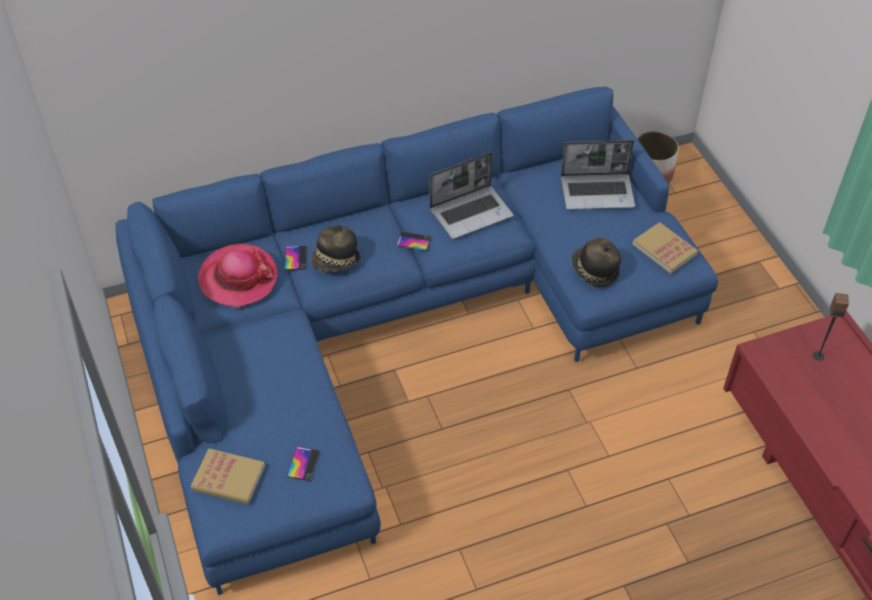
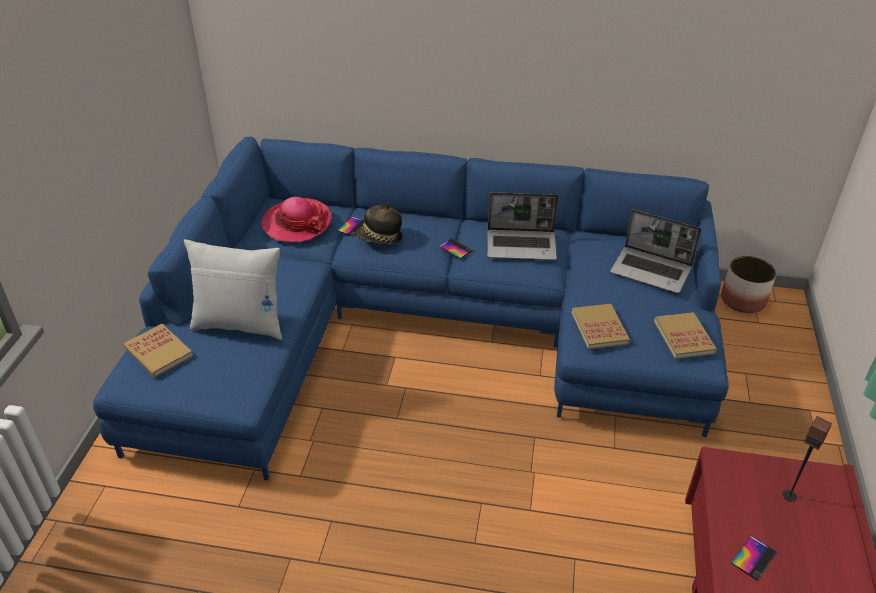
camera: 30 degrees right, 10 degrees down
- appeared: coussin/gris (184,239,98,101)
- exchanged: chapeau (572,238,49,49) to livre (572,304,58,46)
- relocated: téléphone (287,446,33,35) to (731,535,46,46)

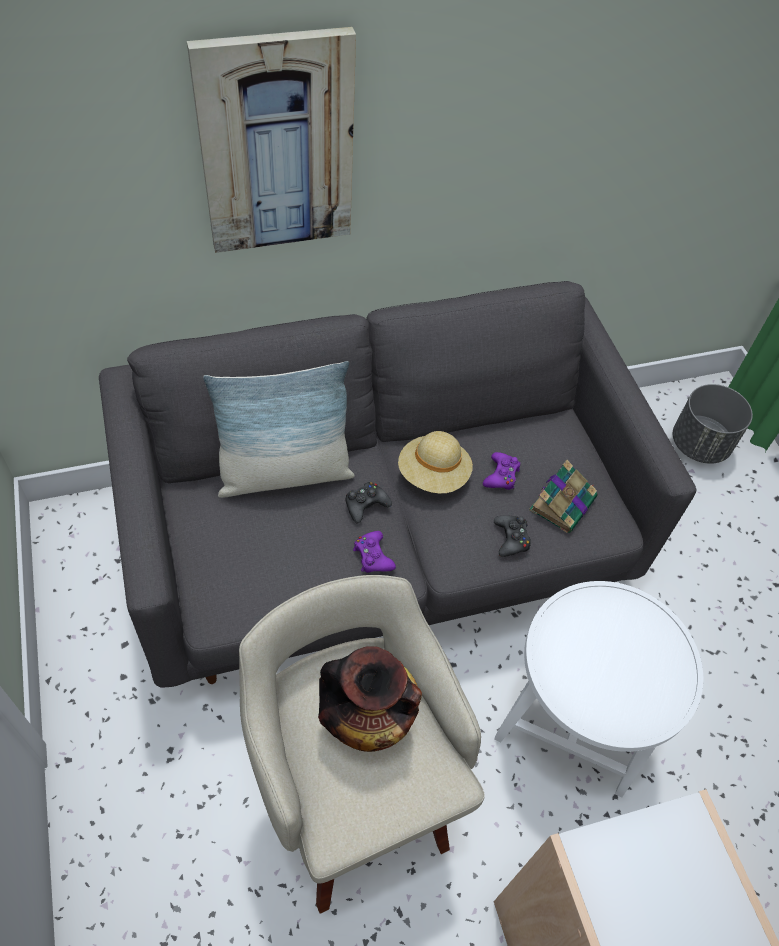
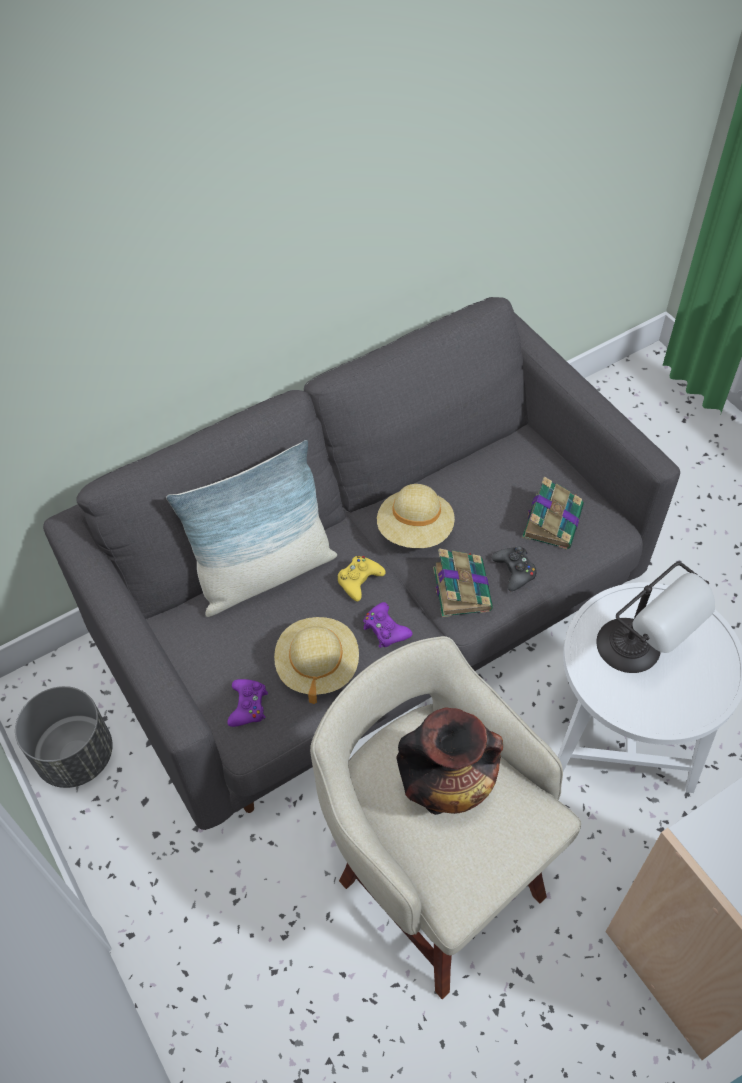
camera: 10 degrees left, 0 degrees up
- relocated: cache-pot/gris (673,384,80,80) to (15,686,98,102)
- relocated: manette/violet (483,452,37,38) to (228,679,40,48)
- appeared: chapeau/beige (274,617,85,87)
- colour: manette/noir (345,482,47,41) to manette/jaune (337,556,49,46)
- appeared: livre (433,548,60,69)
- appeared: lampe de table (596,562,119,111)
- missing: tableau (187,27,169,226)

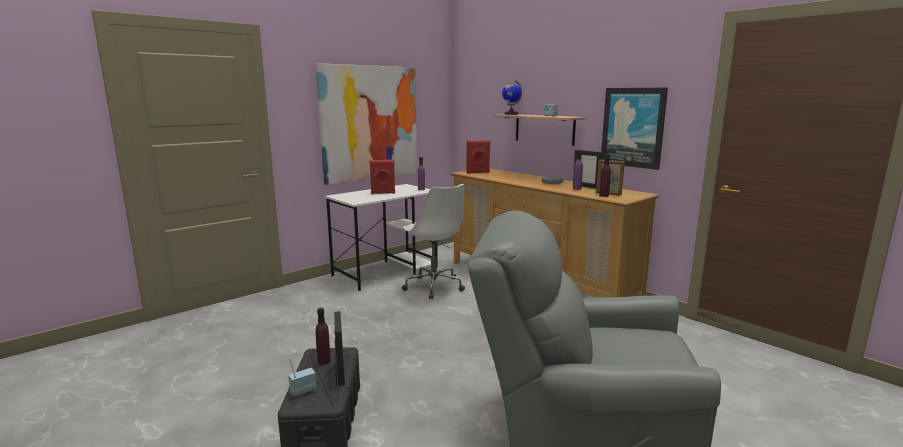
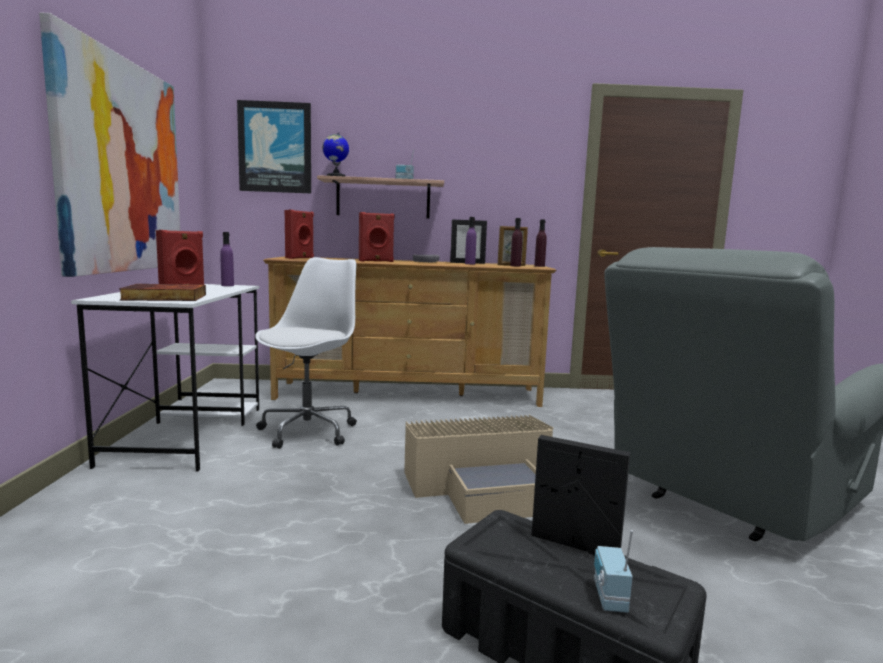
camera: 50 degrees left, 5 degrees down
- appeared: livre (119,284,87,17)
- relocated: tableau (601,88,67,82) to (237,100,74,93)
- spun: chaise de bureau/blanc (402,184,63,115) = (255,257,102,192) 75 degrees counterclockwise
- appeared: enceinte/rouge (359,212,36,50)
- appeared: boîte de rangement/beige (404,415,149,109)
- relocated: bouteille/violet (316,308,15,57) to (534,219,13,48)

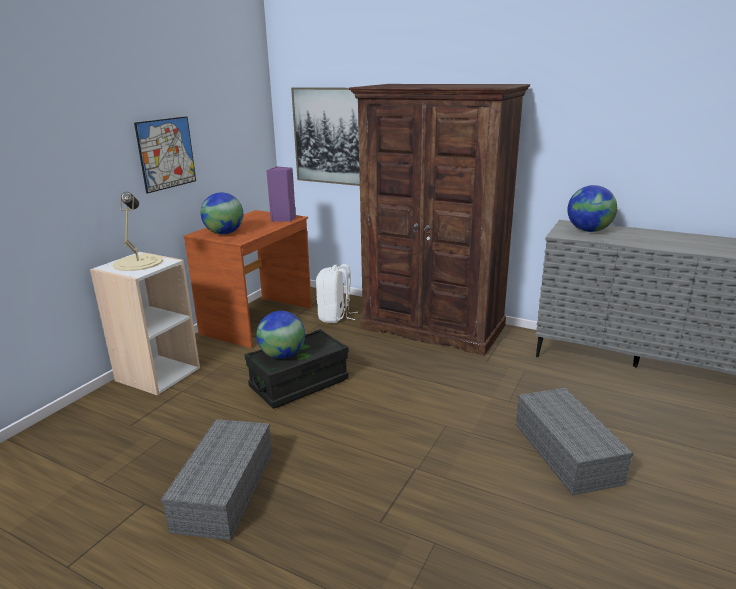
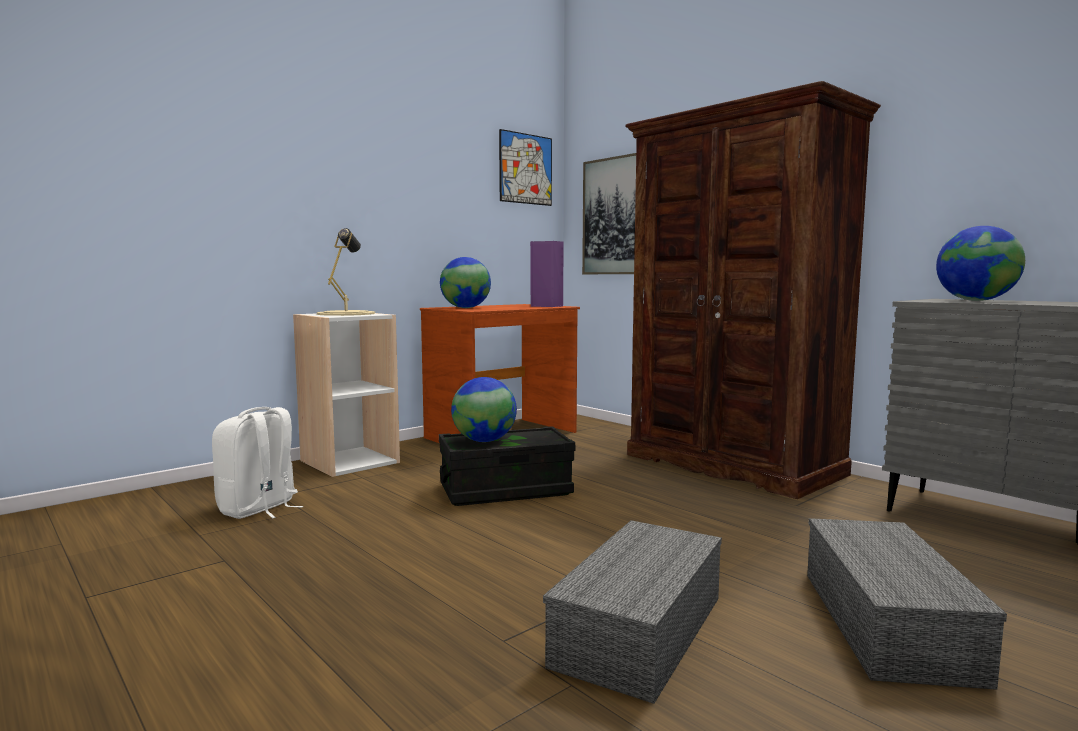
camera: 20 degrees right, 15 degrees down
- relocated: sac à dos/blanc (316,264,42,59) to (212,407,91,112)
- relocated: tableau (134,116,62,78) to (499,129,53,77)
- relocated: boîte de rangement/gris (161,419,111,121) to (543,520,179,184)

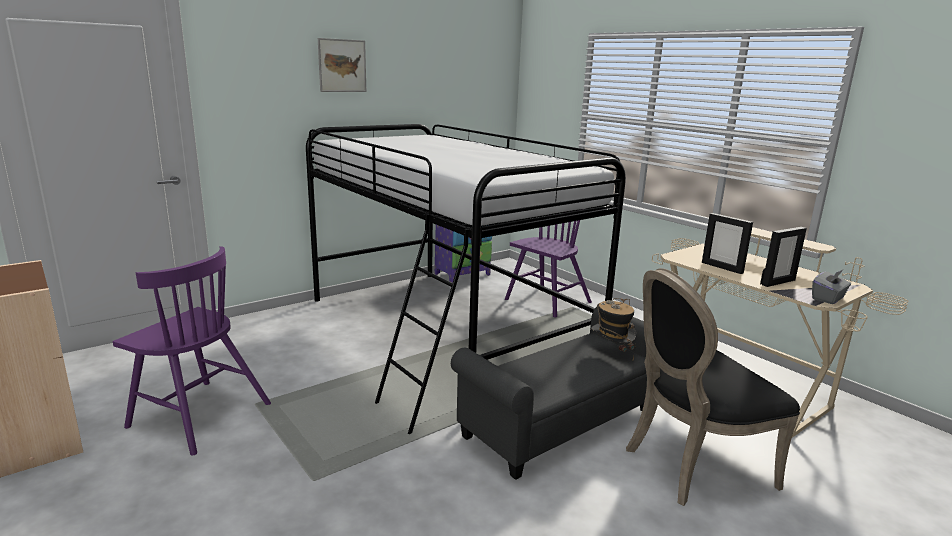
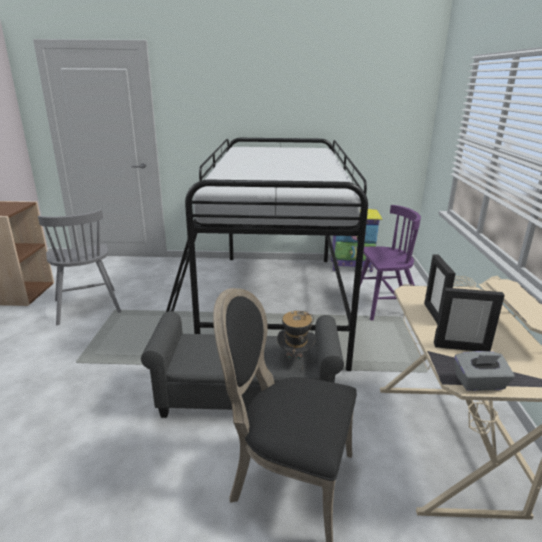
camera: 40 degrees right, 5 degrees up
- colour: chaise/violet (113,246,158,209) to chaise/gris (38,209,83,117)
- missing: tableau (318,38,49,54)

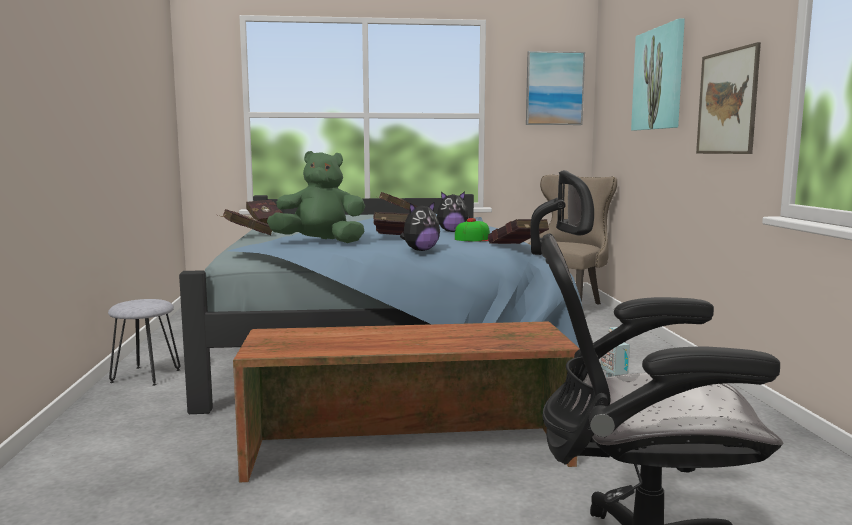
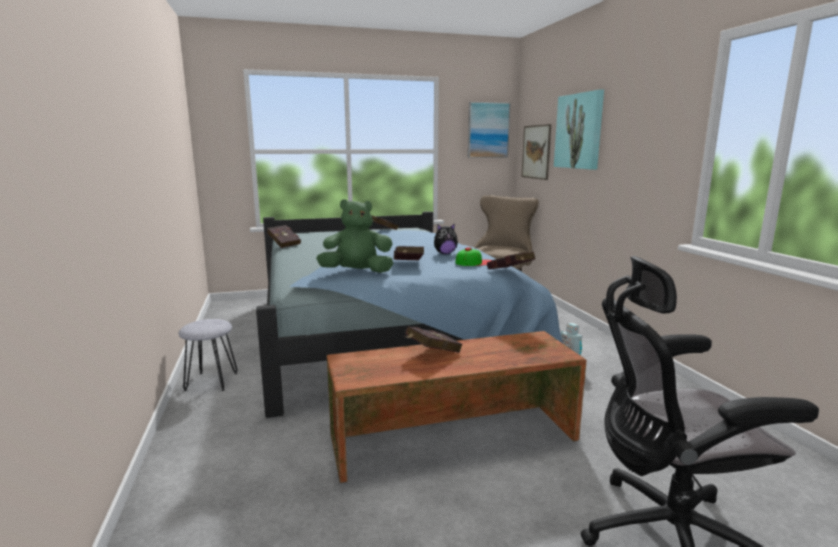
camera: 10 degrees left, 5 degrees up
- relocated: livre/rouge (218,209,54,26) to (405,326,58,27)
- relocated: tableau (696,42,65,112) to (521,124,30,56)
- missing: peluche (400,201,40,50)

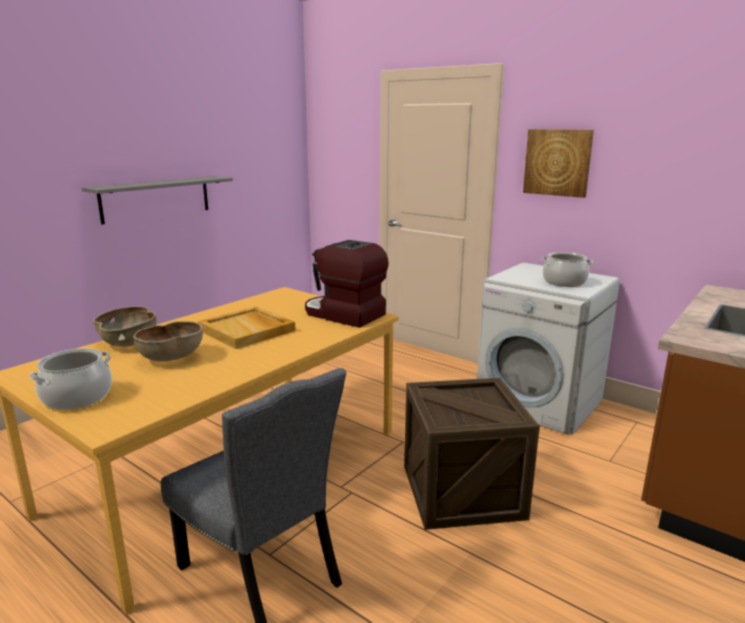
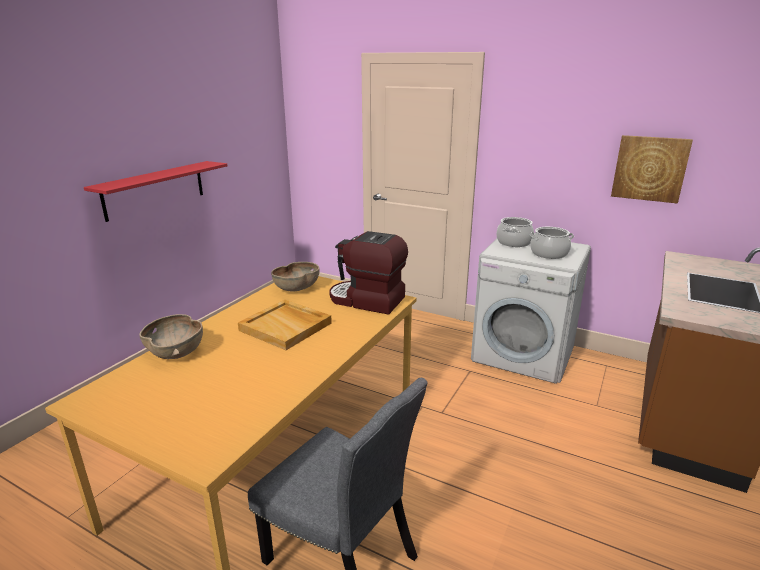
camera: 10 degrees left, 5 degrees up
- colour: étagère/gris (81,176,152,49) to étagère/rouge (84,161,144,61)
- relocated: bol/marron (133,321,70,41) to (271,262,49,30)
- relocated: marmite (29,348,83,62) to (496,217,38,30)
- relocated: tableau (523,129,71,69) to (611,135,82,69)
- missing: caisse (404,378,136,152)

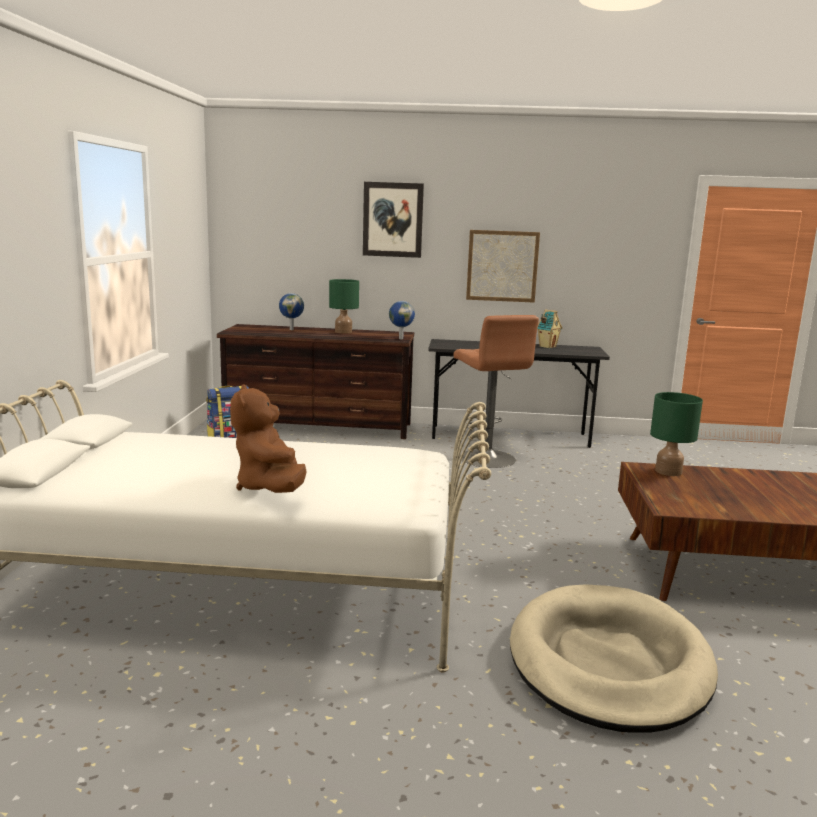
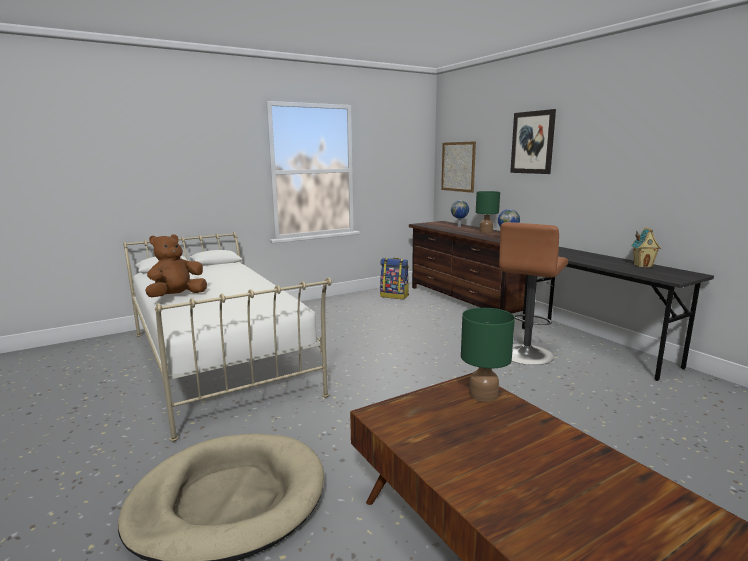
camera: 55 degrees right, 0 degrees up
- relocated: tableau (466,229,74,74) to (441,141,35,52)

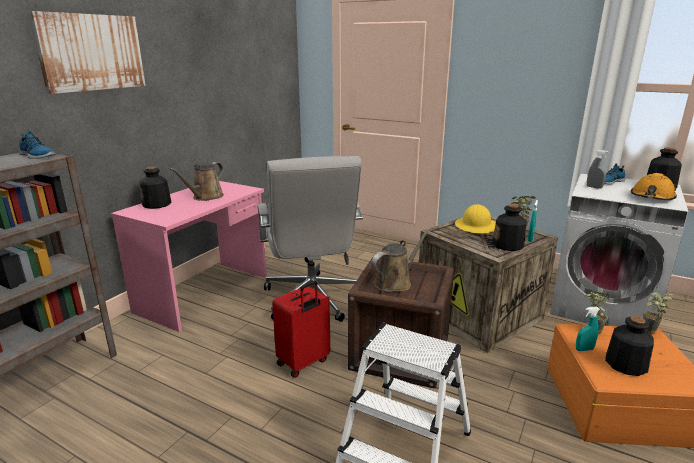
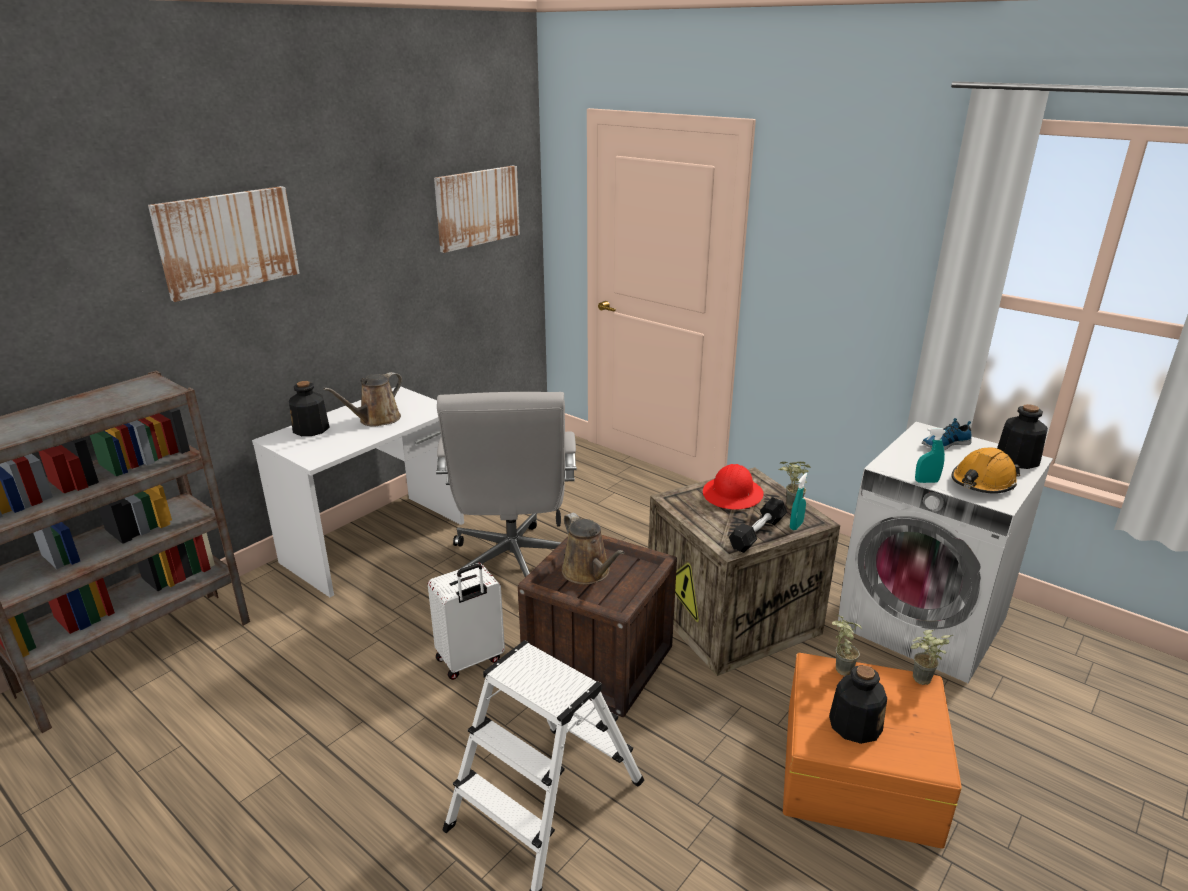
camera: 10 degrees right, 5 degrees up
- colour: bureau/rose (111,181,156,151) to bureau/blanc (252,386,212,211)
- colour: valise/rouge (272,281,58,97) to valise/blanc (428,563,77,117)
- appeared: tableau (434,166,86,87)
- spun: arrosoir/marron (371,228,60,64) = (562,513,63,72) 90 degrees clockwise
- colour: casque de chantier/jaune (455,204,41,30) to casque de chantier/rouge (703,464,61,46)
- exchanged: bouteille (492,204,35,47) to haltère/noir (729,497,58,56)
- relocated: vaporisateur/turquoise (576,307,24,44) to (915,428,31,55)
- missing: chaussure (19,130,37,29)
- missing: vaporisateur/gris (587,150,22,39)

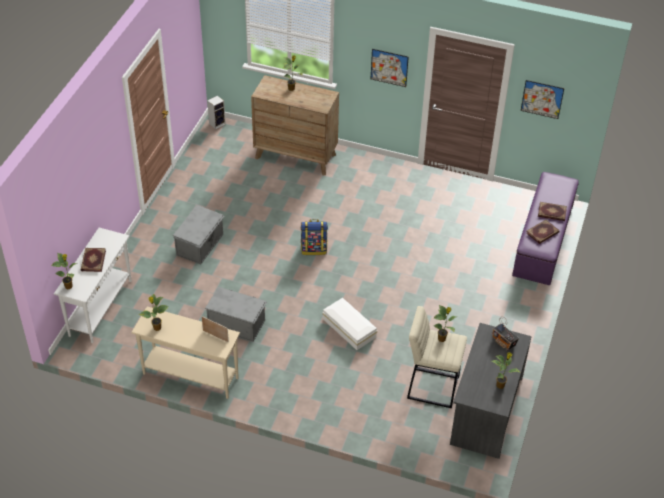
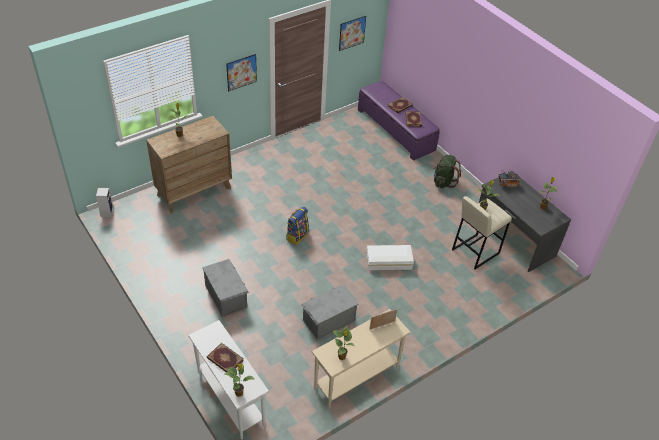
camera: 55 degrees left, 0 degrees up
- appeared: sac à dos/vert (433,155,28,33)

